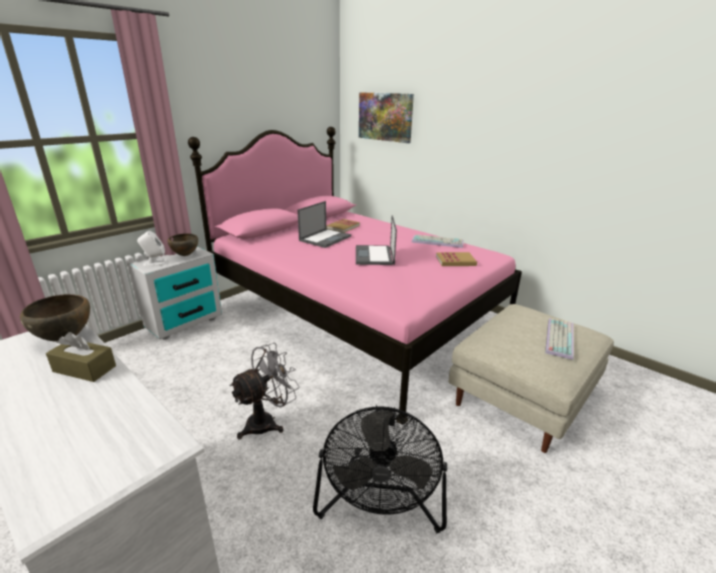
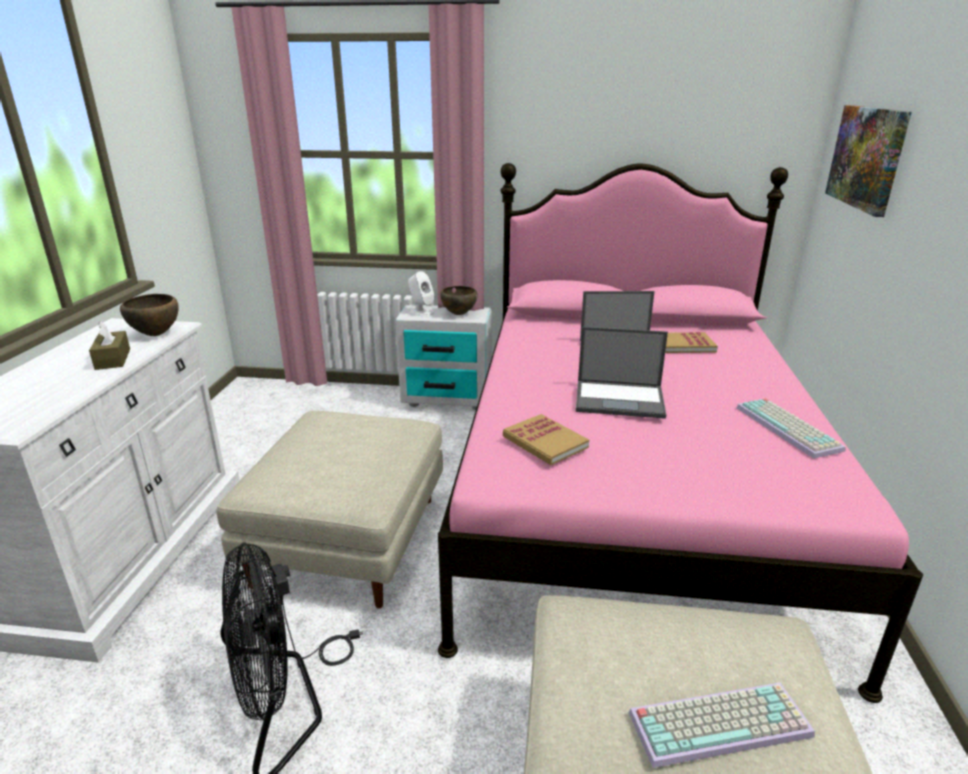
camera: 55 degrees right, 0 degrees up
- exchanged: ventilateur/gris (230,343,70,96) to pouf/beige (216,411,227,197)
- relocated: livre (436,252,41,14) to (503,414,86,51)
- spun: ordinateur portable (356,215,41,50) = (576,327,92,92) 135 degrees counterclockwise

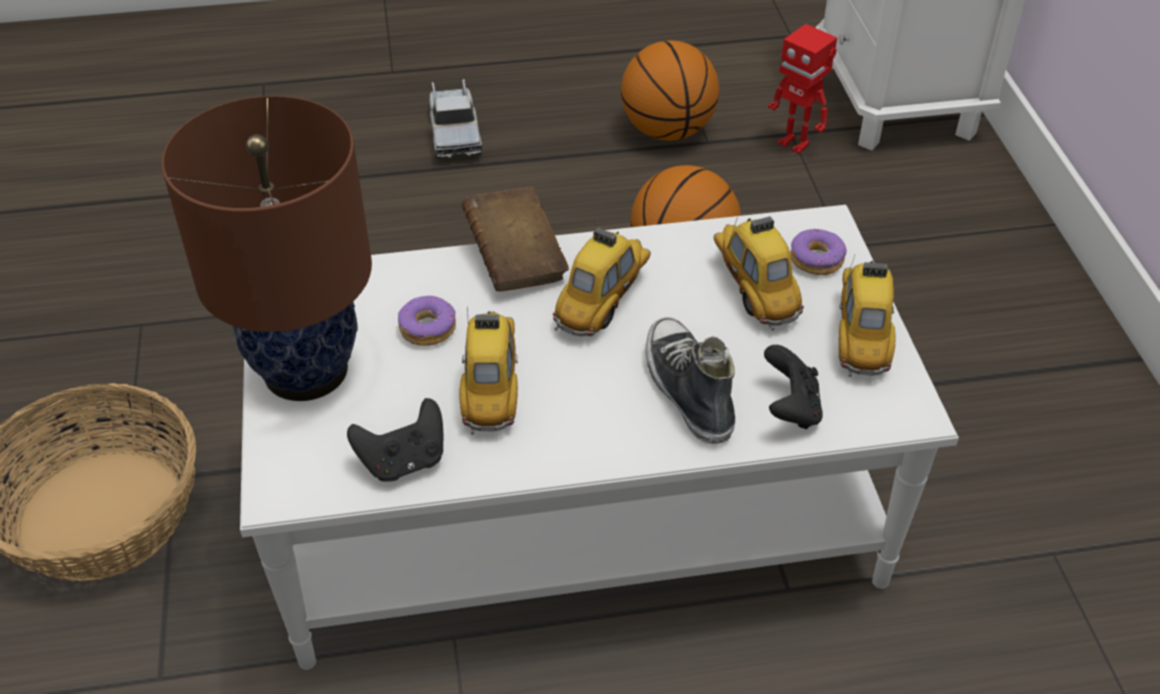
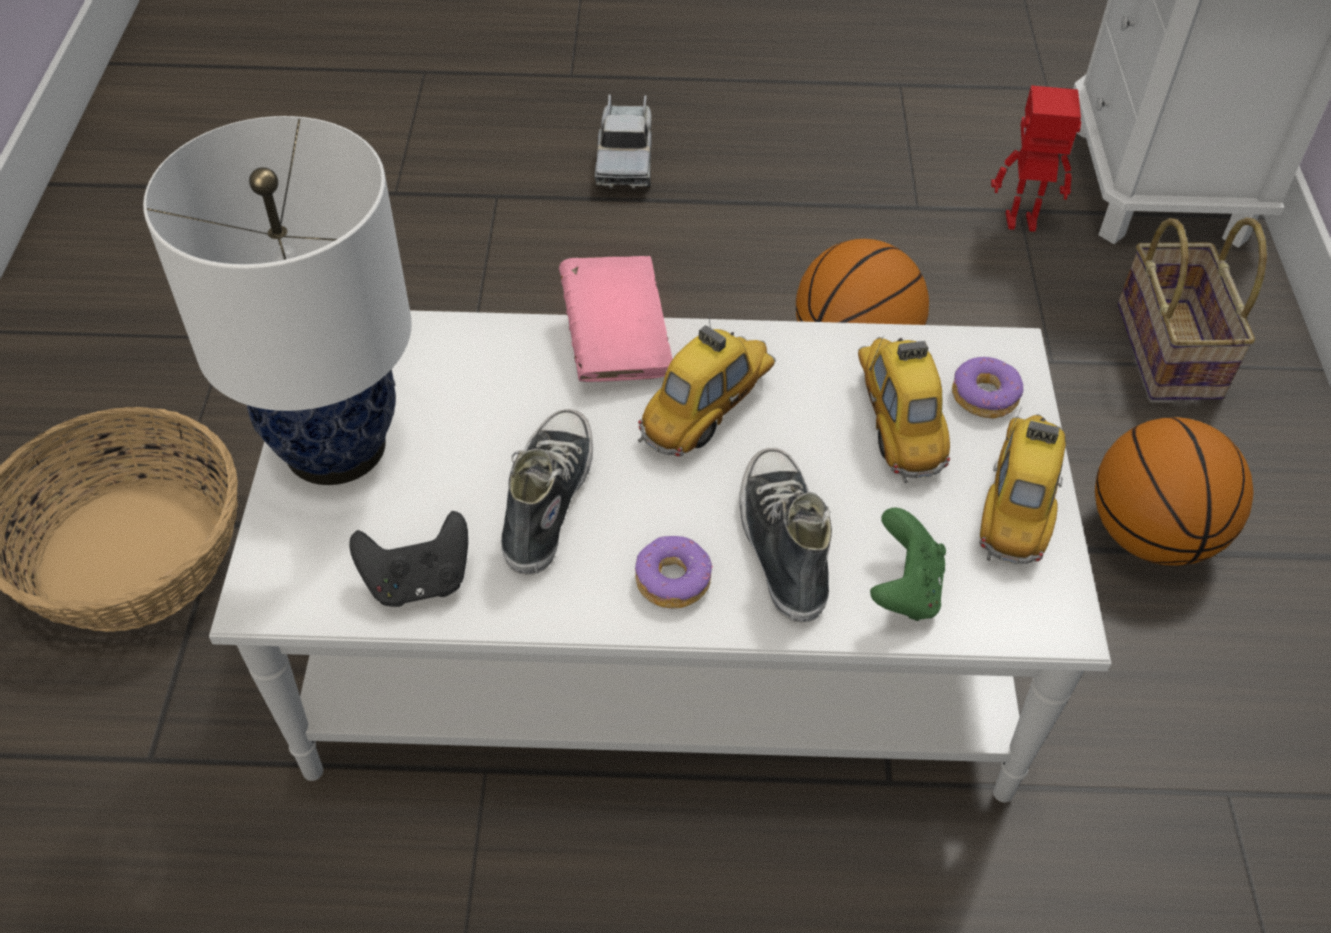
camera: 10 degrees right, 5 degrees up
- colour: lampe de table/marron (161,96,211,305) to lampe de table/blanc (143,116,269,369)
- exchanged: petite voiture (460,306,58,128) to chaussure (501,409,92,166)
- colour: livre/marron (461,187,108,104) to livre/rose (559,256,114,126)
- relocated: beignet (398,296,58,50) to (635,536,78,72)
- colour: manette/noir (764,345,59,84) to manette/vert (870,508,76,113)
- spun: robot jouet (768,24,69,131) = (991,85,90,147) 135 degrees clockwise
- relocated: ballon de basket (621,41,98,100) to (1095,417,158,149)
- appeared: panier (1118,217,149,183)

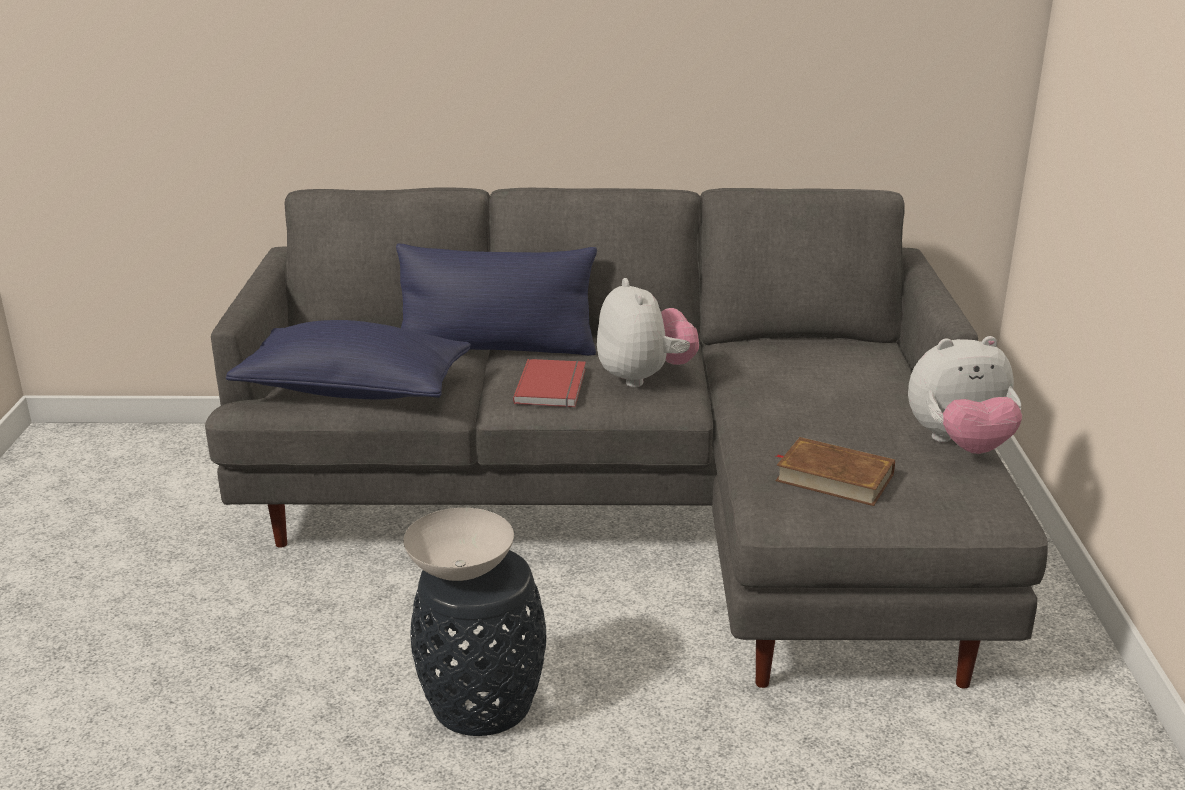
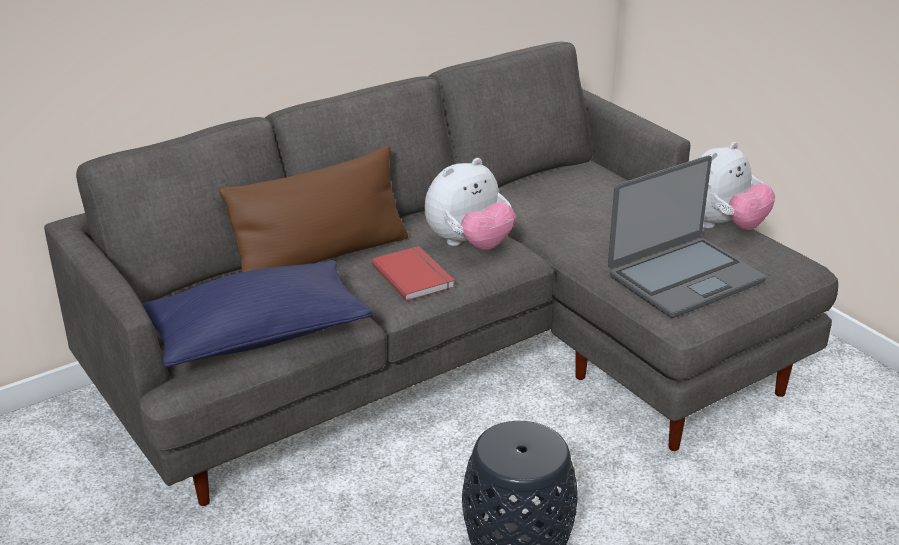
camera: 35 degrees left, 5 degrees up
- colour: coussin/bleu (396,244,201,112) to coussin/marron (219,145,189,127)
- spun: peluche (597,278,102,109) = (425,158,91,92) 105 degrees clockwise
- exchanged: livre/marron (776,437,119,69) to ordinateur portable (608,156,158,162)
- missing: bol/blanc (403,508,111,73)

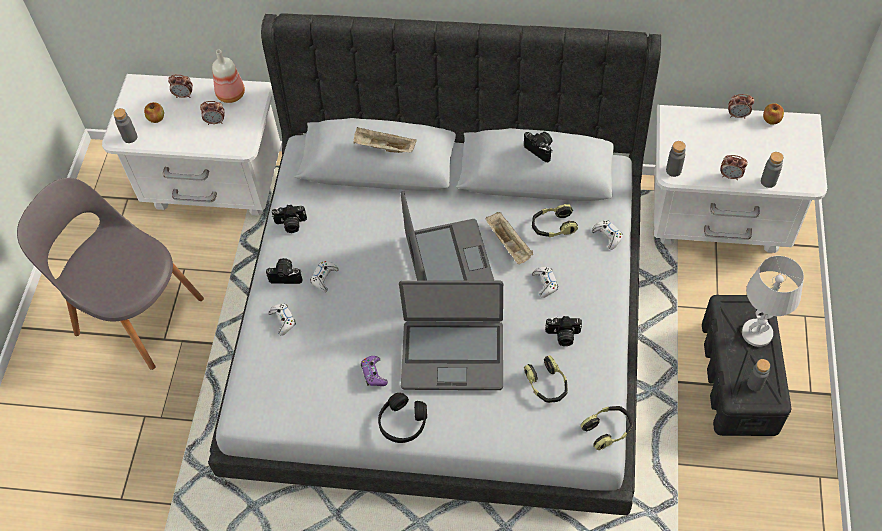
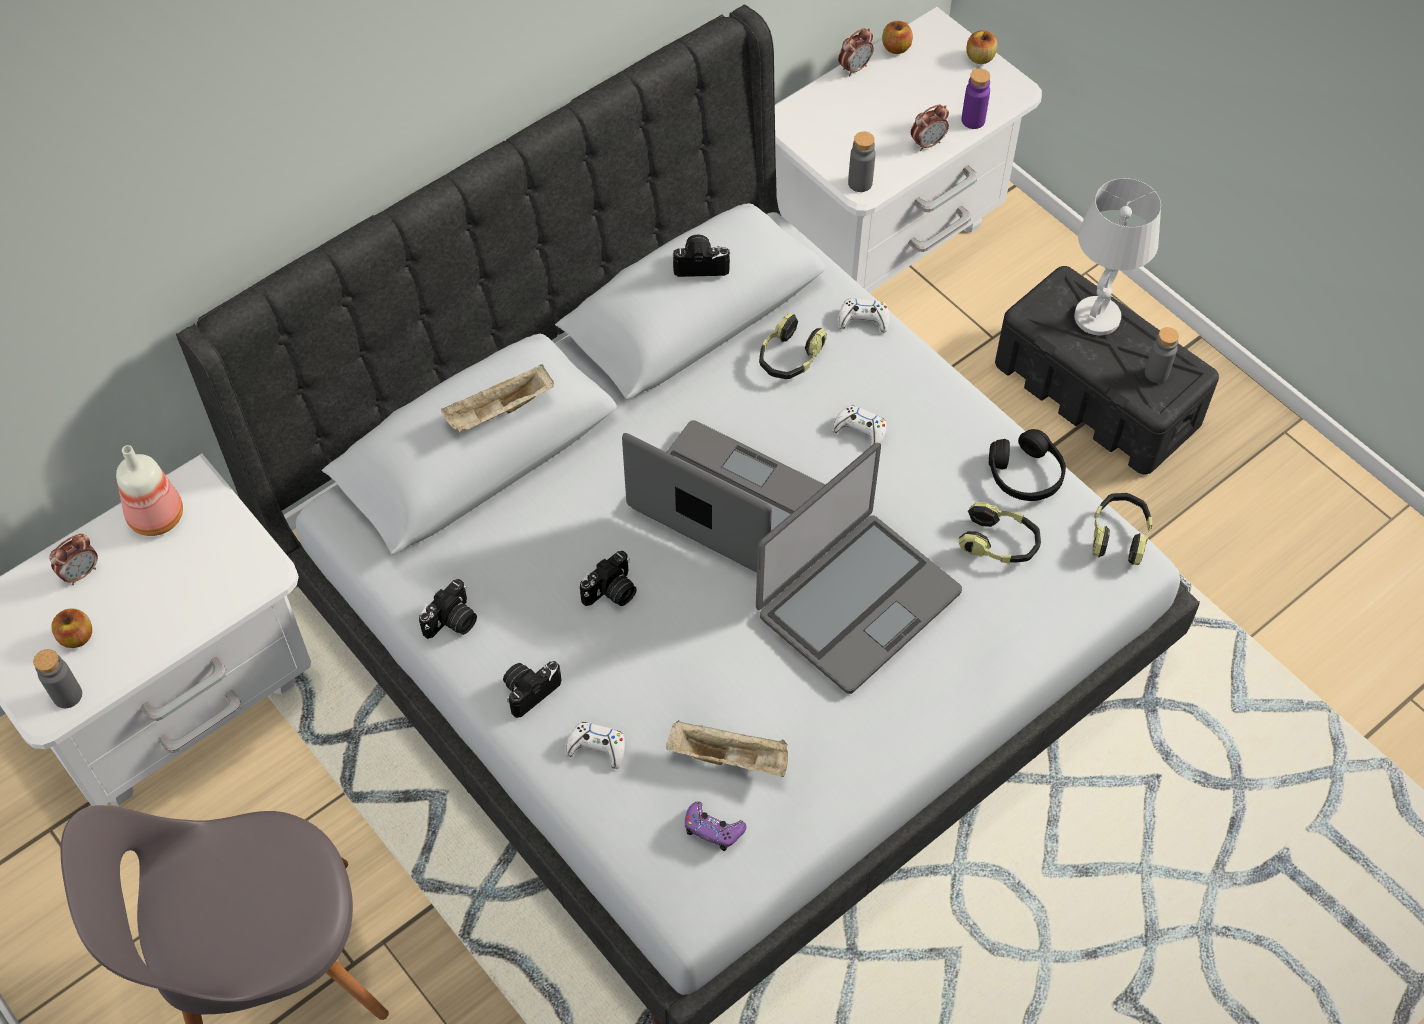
camera: 50 degrees left, 0 degrees up
- relocated: appareil photo (545,316,37,30) to (580,551,57,55)
- relocated: plateau/beige (485,212,48,52) to (666,720,122,57)
- relocated: manette/violet (361,356,27,30) to (685,801,61,50)
- colour: bouteille/gris (761,152,23,36) to bouteille/violet (961,68,29,61)
- appeared: pomme (966,30,32,34)
- relocated: casque audio/noir (378,393,49,50) to (989,429,77,72)
- missing: réveil (200,101,25,24)
- missing: manette/blanc (310,261,29,31)

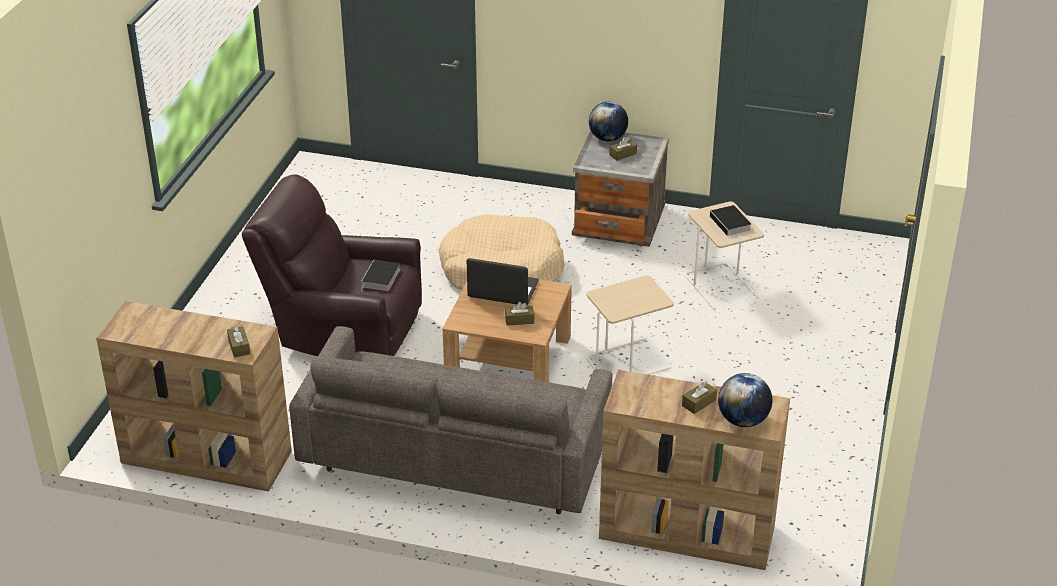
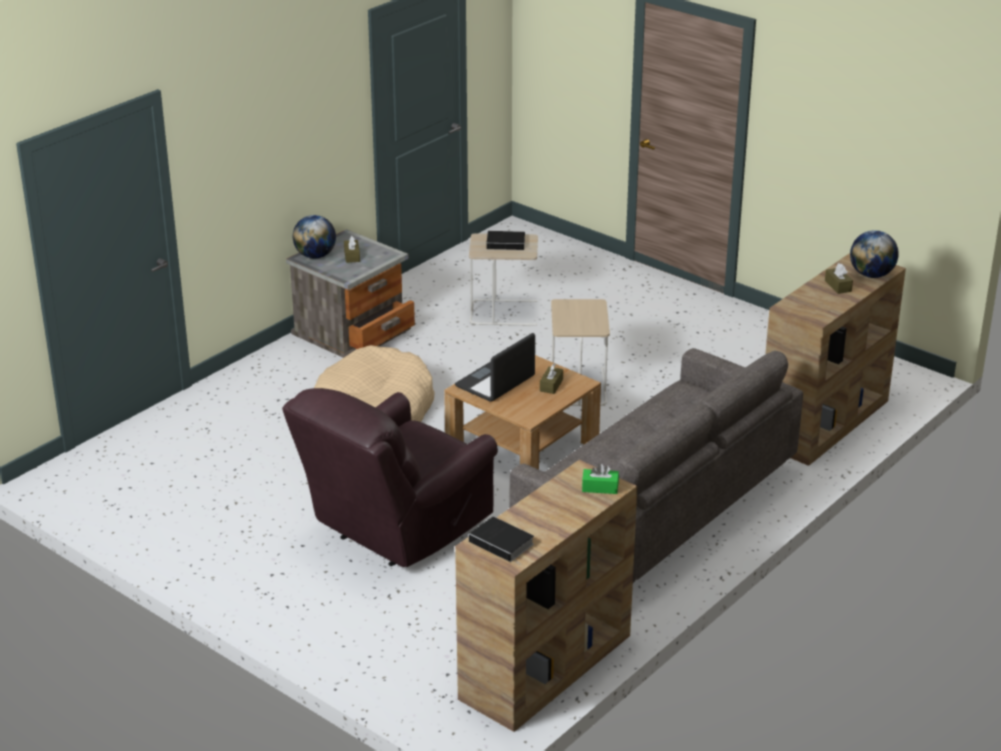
camera: 65 degrees left, 5 degrees down
- relocated: livre (361,259,39,32) to (469,517,65,47)
- colour: boîte à mouchoirs/marron (227,326,23,32) to boîte à mouchoirs/vert (582,464,37,30)

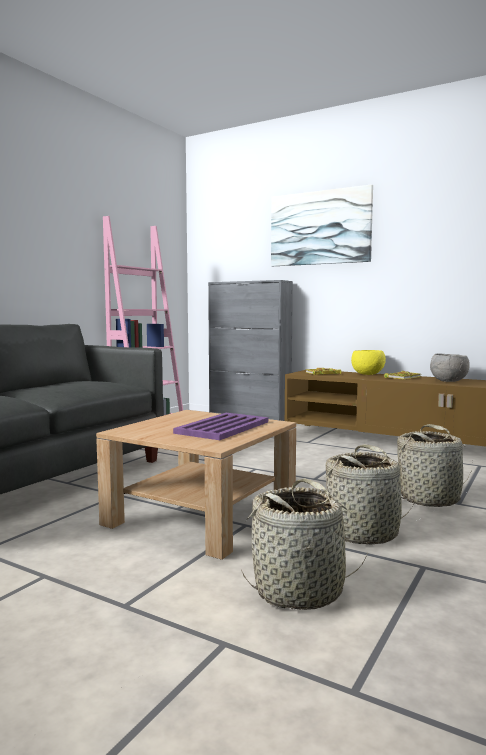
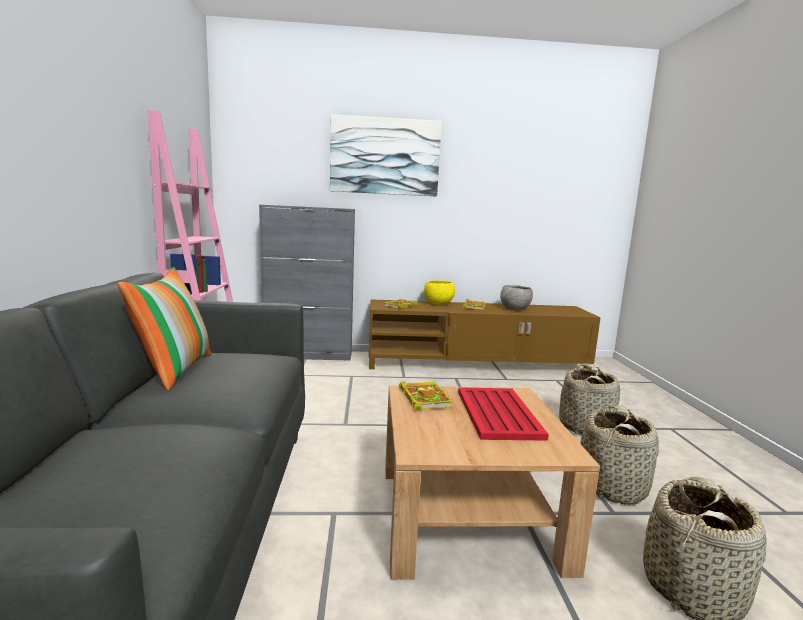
camera: 35 degrees left, 5 degrees up
- appeared: coussin (118,267,93,124)
- appeared: livre (399,381,54,30)
- colour: plateau/violet (173,413,95,27) to plateau/rouge (458,387,91,54)

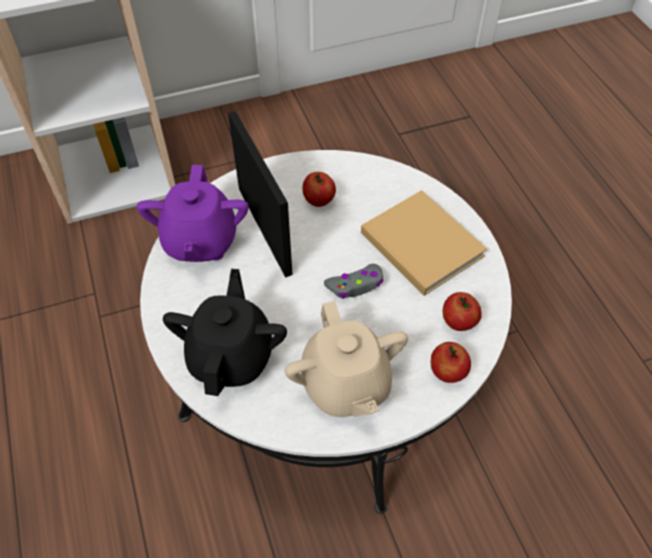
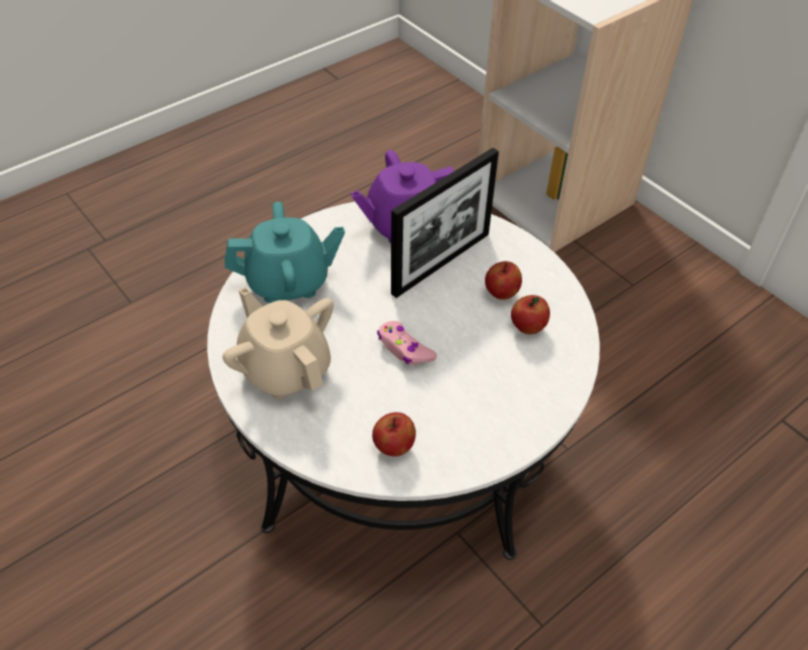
camera: 70 degrees right, 5 degrees down
- spun: théière/beige (285,301,123,116) = (223,287,111,112) 90 degrees clockwise
- colour: théière/noir (163,269,124,127) to théière/turquoise (225,202,120,101)
- colour: manette/gris (324,264,59,35) to manette/rose (377,321,60,44)
- relocated: pomme (431,342,40,41) to (511,295,39,39)
- missing: livre/beige (361,190,126,106)

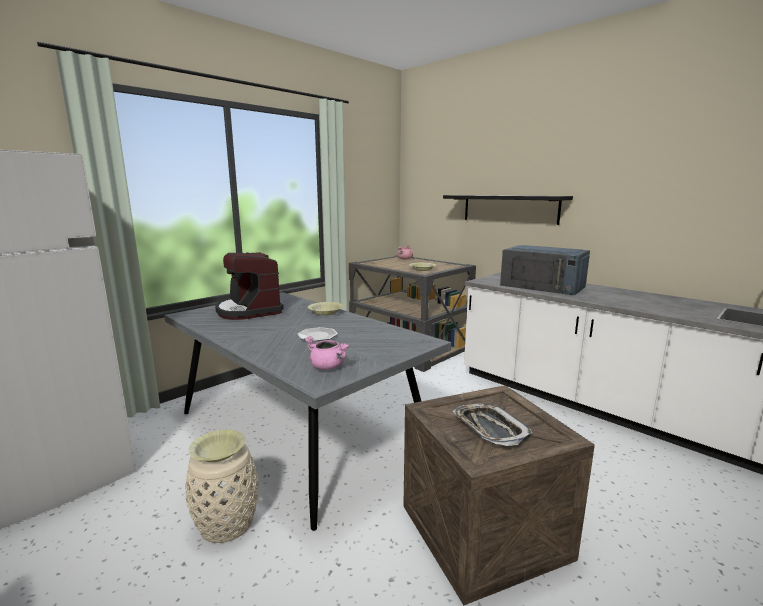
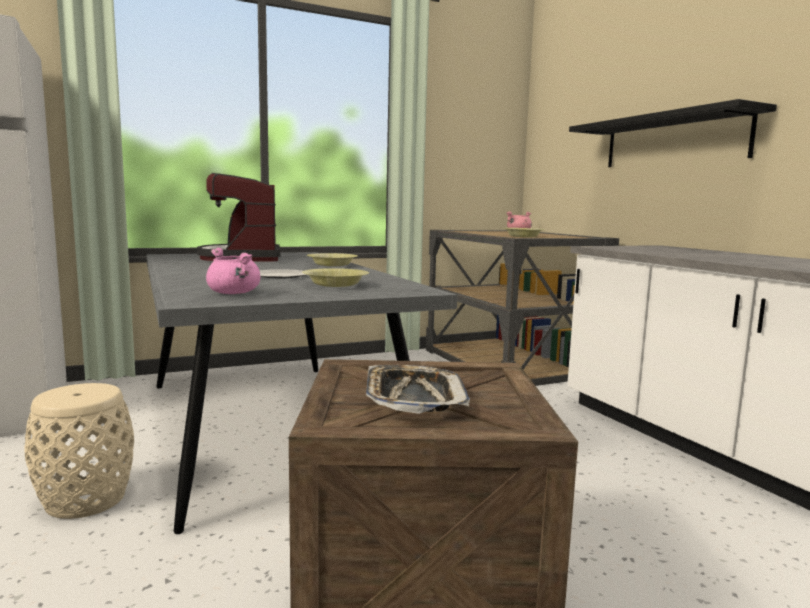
camera: 20 degrees right, 5 degrees down
- relocated: bol/jaune (188,430,58,32) to (302,268,67,19)
- missing: micro-ondes/bleu (500,245,90,50)

